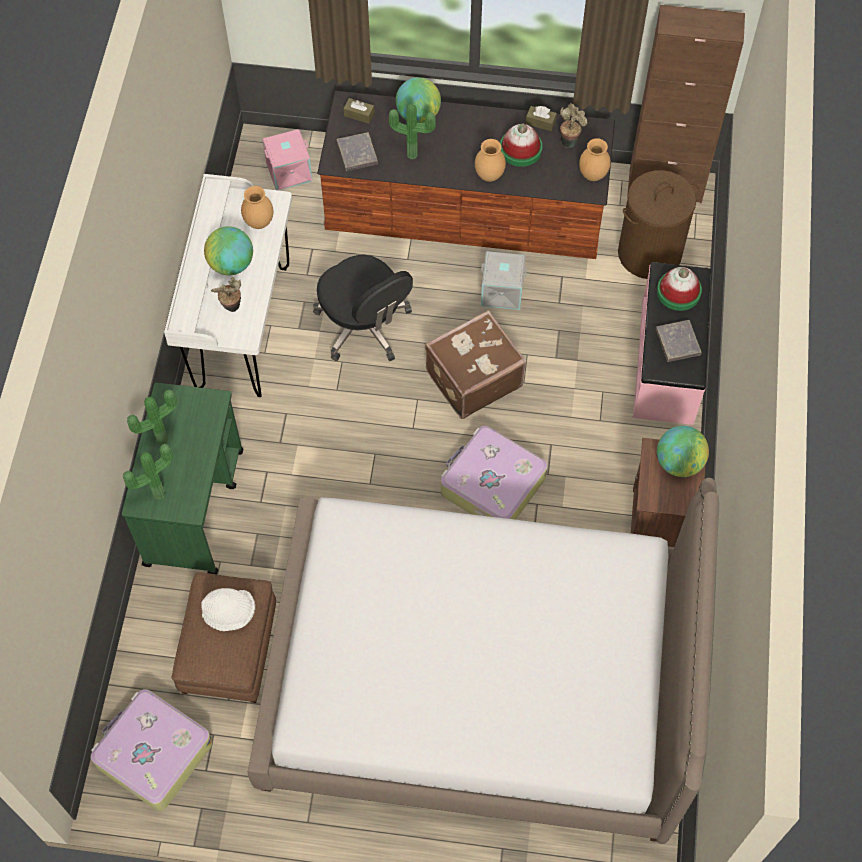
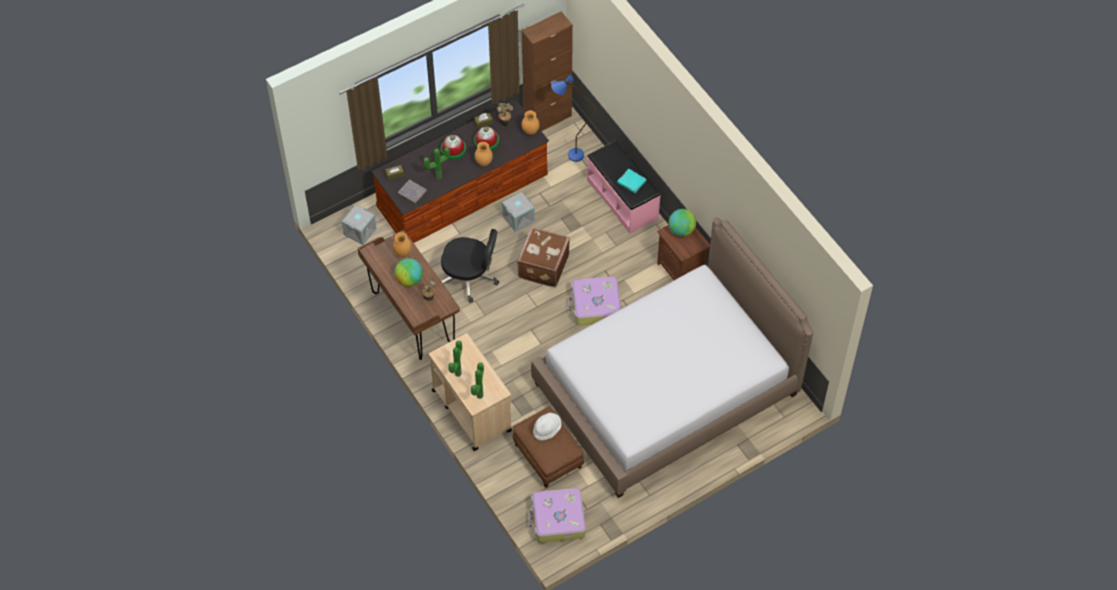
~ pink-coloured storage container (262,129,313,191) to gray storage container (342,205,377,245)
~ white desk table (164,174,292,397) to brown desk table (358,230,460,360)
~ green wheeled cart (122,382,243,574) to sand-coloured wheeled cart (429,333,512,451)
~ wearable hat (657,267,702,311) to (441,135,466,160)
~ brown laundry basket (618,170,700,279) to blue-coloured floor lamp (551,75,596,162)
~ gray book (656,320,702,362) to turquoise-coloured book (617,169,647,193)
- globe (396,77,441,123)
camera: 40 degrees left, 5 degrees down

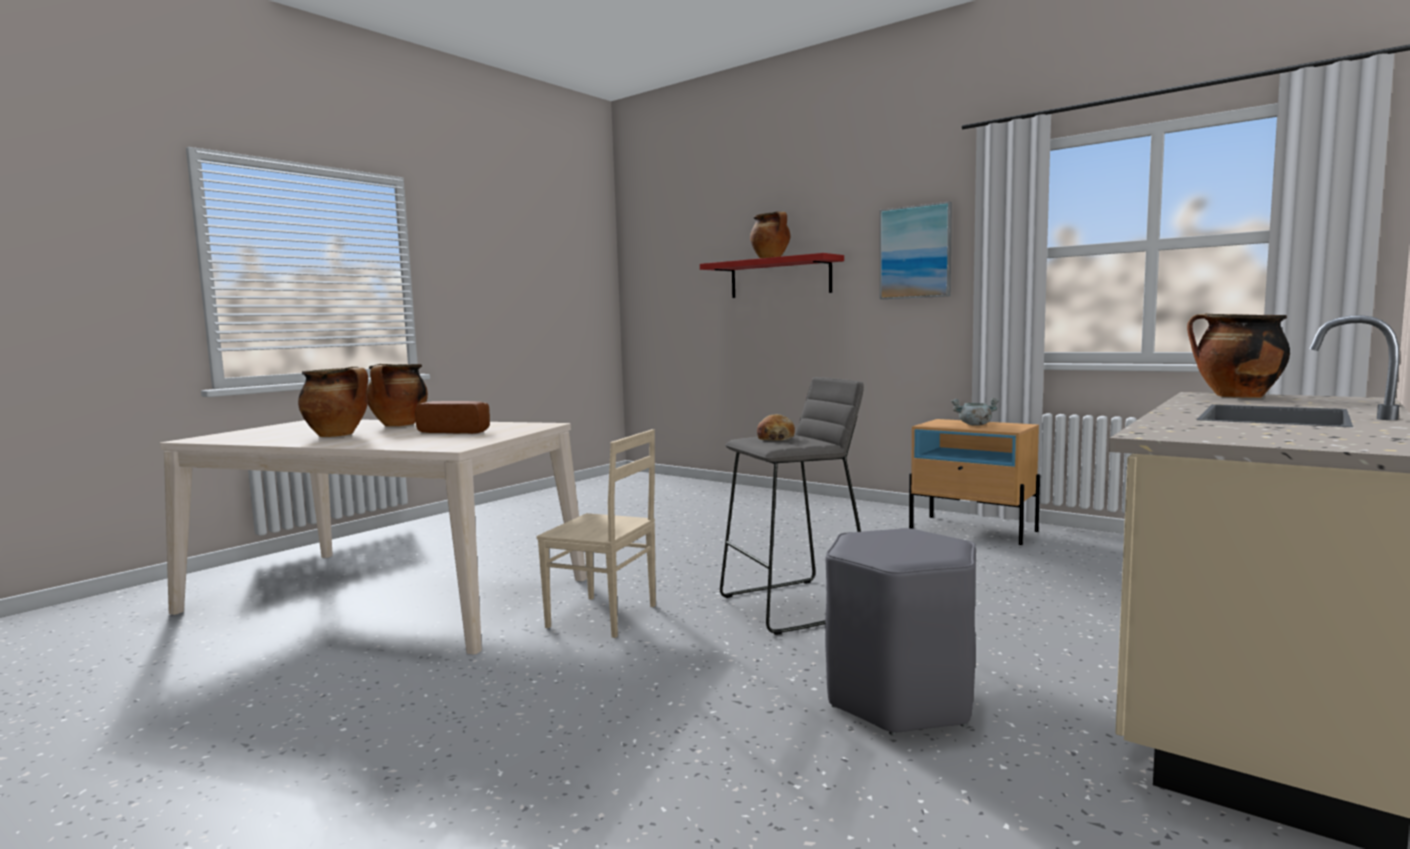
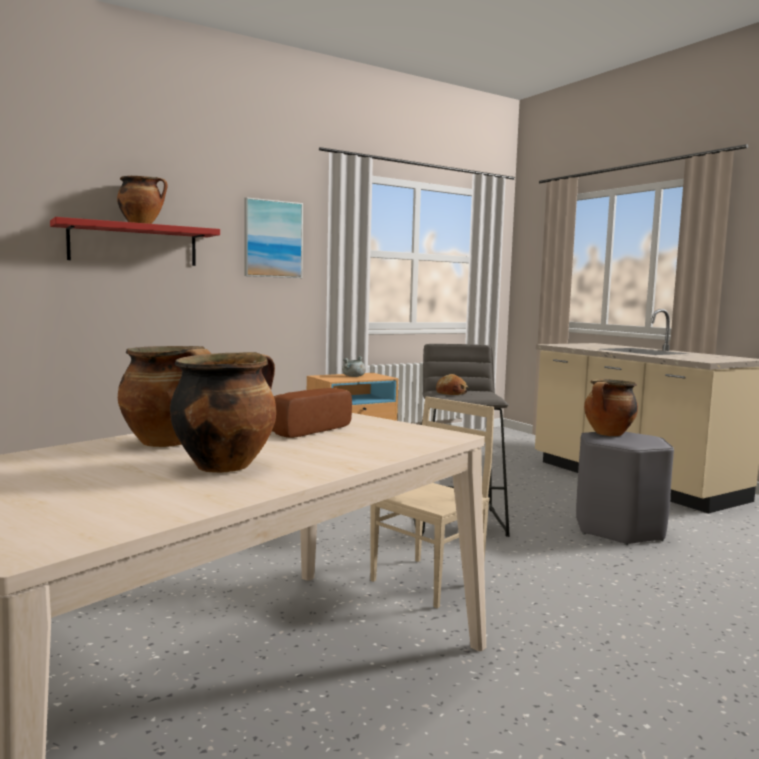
~ stockpot (1187,313,1290,398) to (584,379,638,436)
camera: 70 degrees left, 0 degrees up

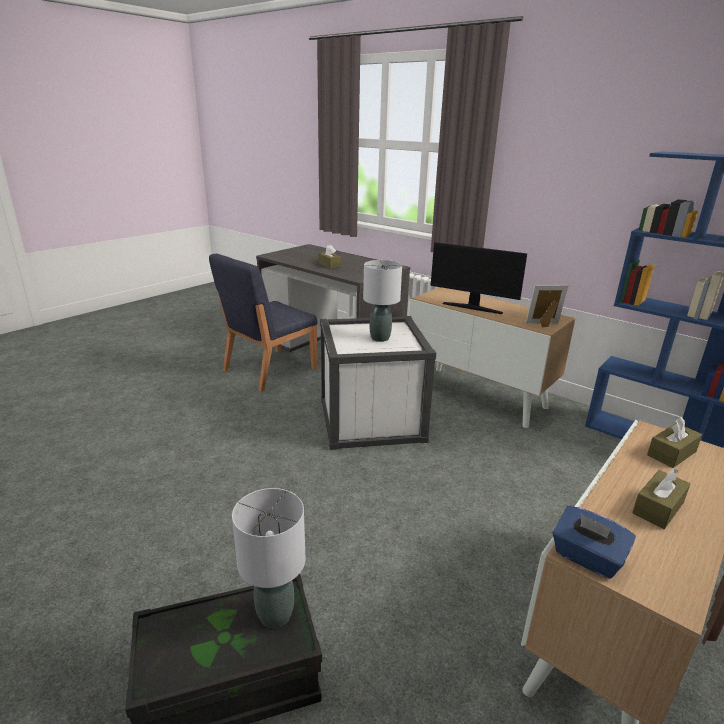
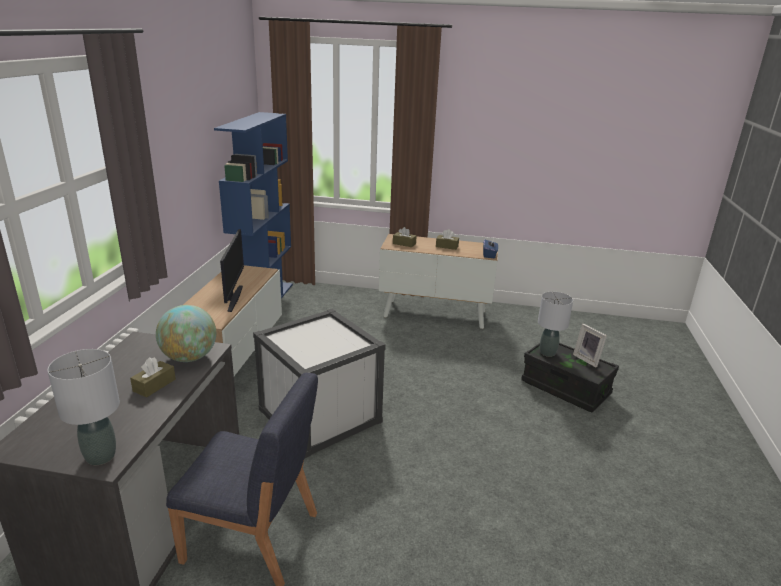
~ gray lamp for a table (363,260,402,342) to (47,349,120,465)
+ globe (156,305,216,362)
~ standing frame (526,285,568,327) to (573,324,607,367)
camera: 120 degrees left, 0 degrees up

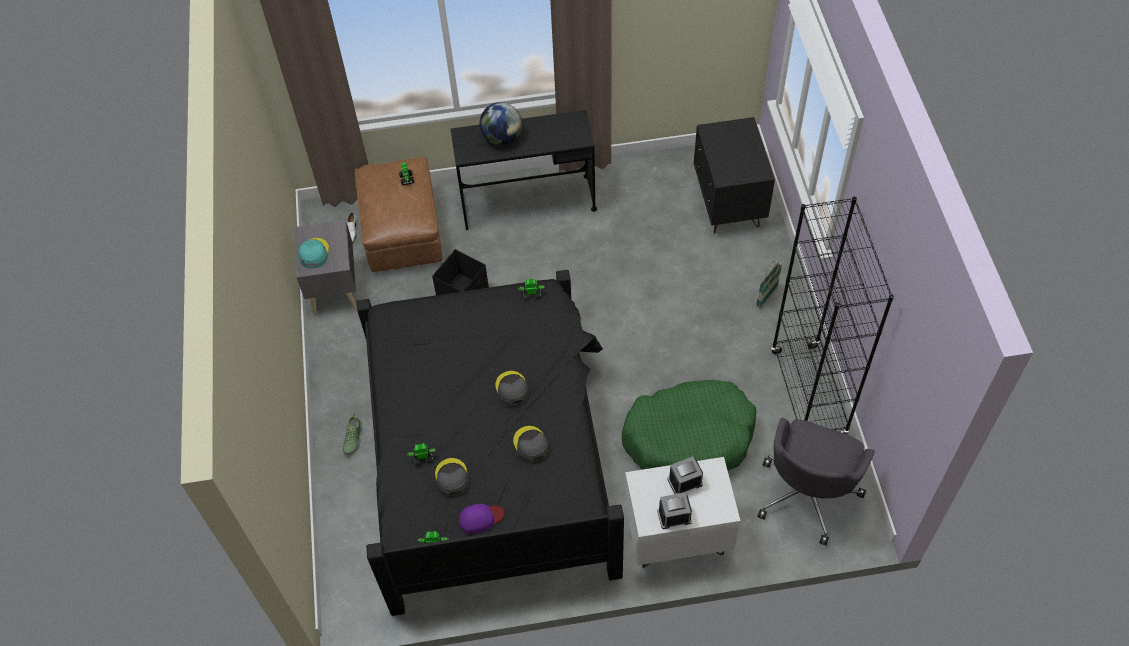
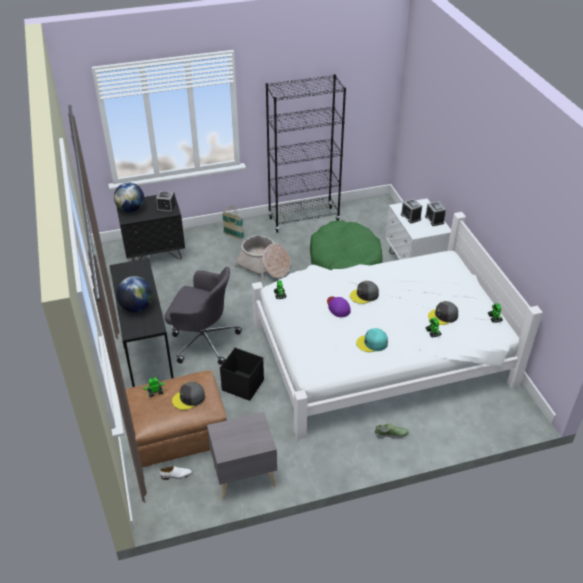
+ globe (114,183,144,212)
+ bedside clock (156,191,177,213)
~ gray computer chair (757,418,875,545) to (165,267,242,365)
~ gray peaked cap (513,426,549,463) to (172,382,205,410)
+ storage basket (234,235,291,279)
~ black-coloured bedroom bed (356,270,624,616) to white bedroom bed (252,212,543,440)
~ purple peaked cap (459,504,504,534) to (327,296,351,317)
~ turquoise-coloured peaked cap (298,238,329,268) to (356,328,388,352)
camera: 100 degrees left, 15 degrees down

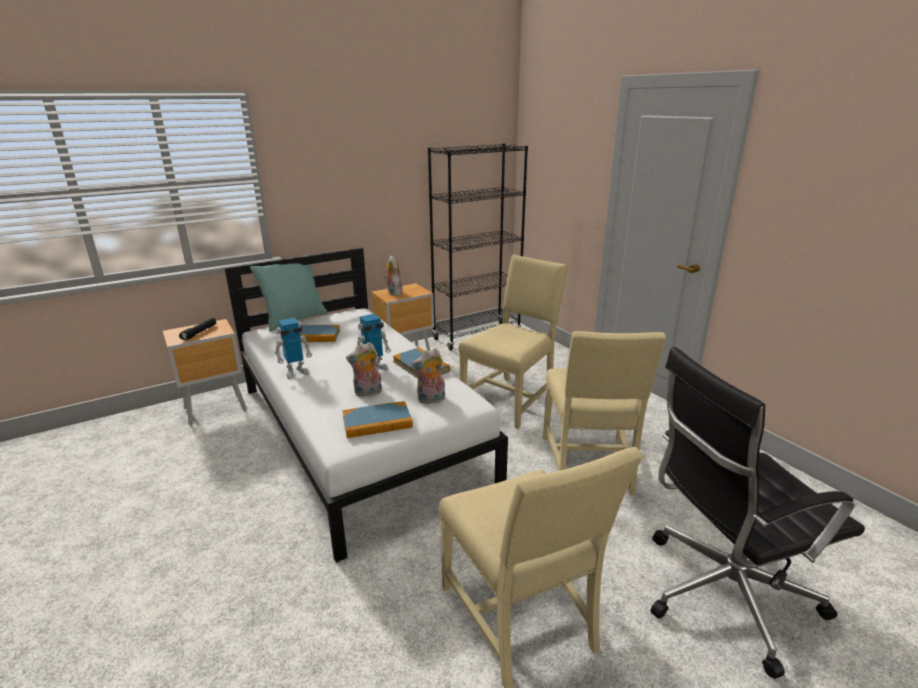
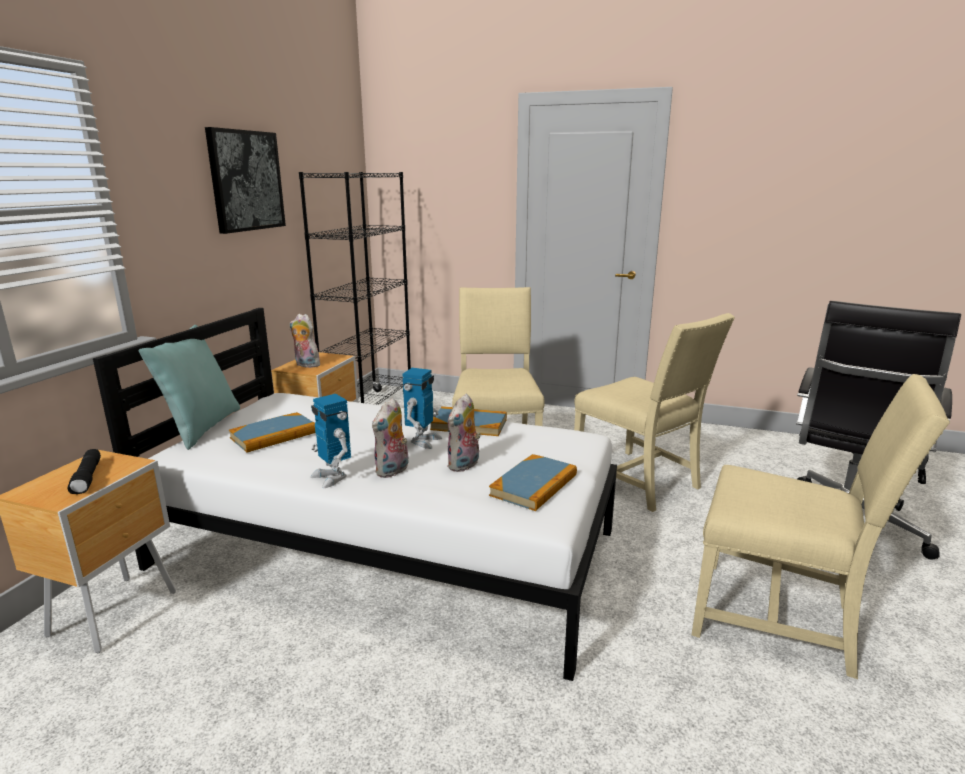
+ wall picture (205,127,286,234)
~ robot figure (275,318,312,379) = (310,394,351,488) 120 degrees clockwise
~ plush toy (411,348,445,404) to (372,398,408,478)
camera: 40 degrees left, 5 degrees down

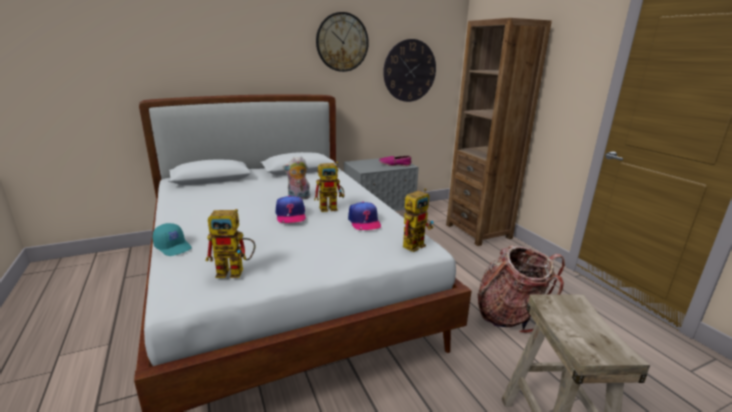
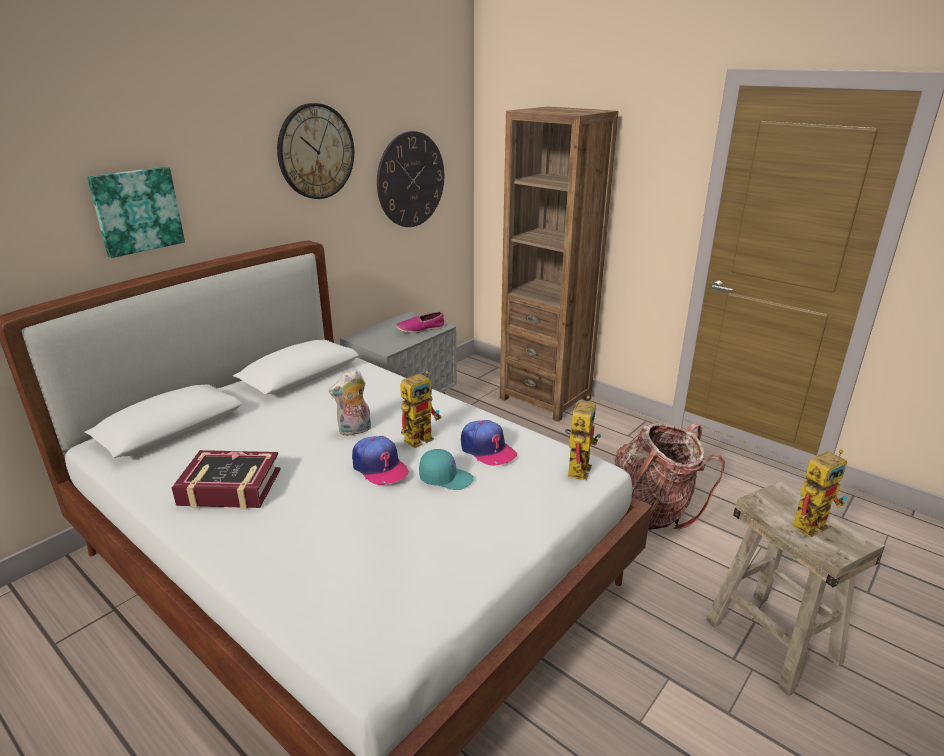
+ wall picture (87,167,185,258)
+ book (172,450,281,510)
~ turquoise-coloured peaked cap (153,223,192,256) to (419,449,474,490)
~ robot figure (206,209,255,278) to (792,450,847,537)
camera: 25 degrees left, 5 degrees up

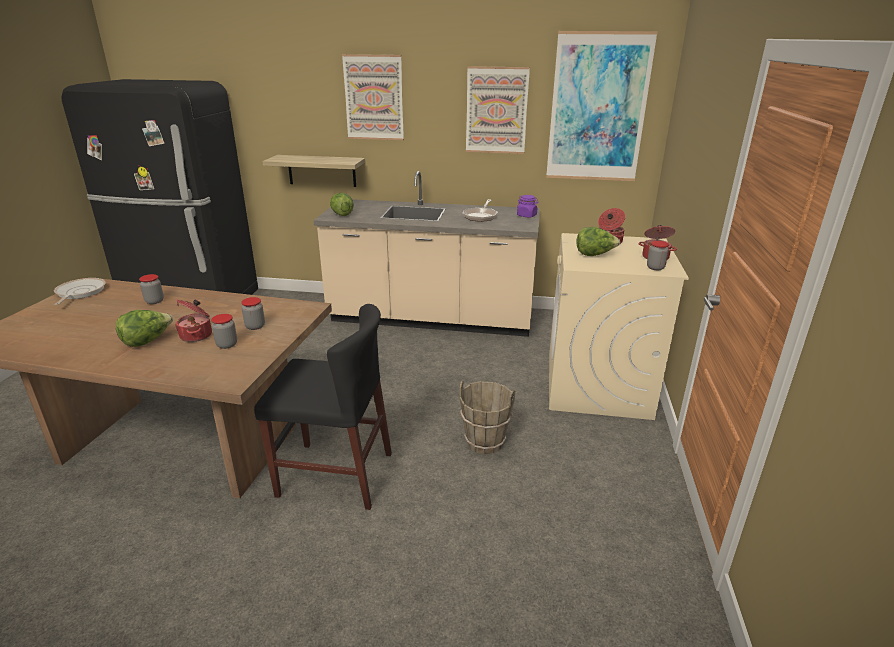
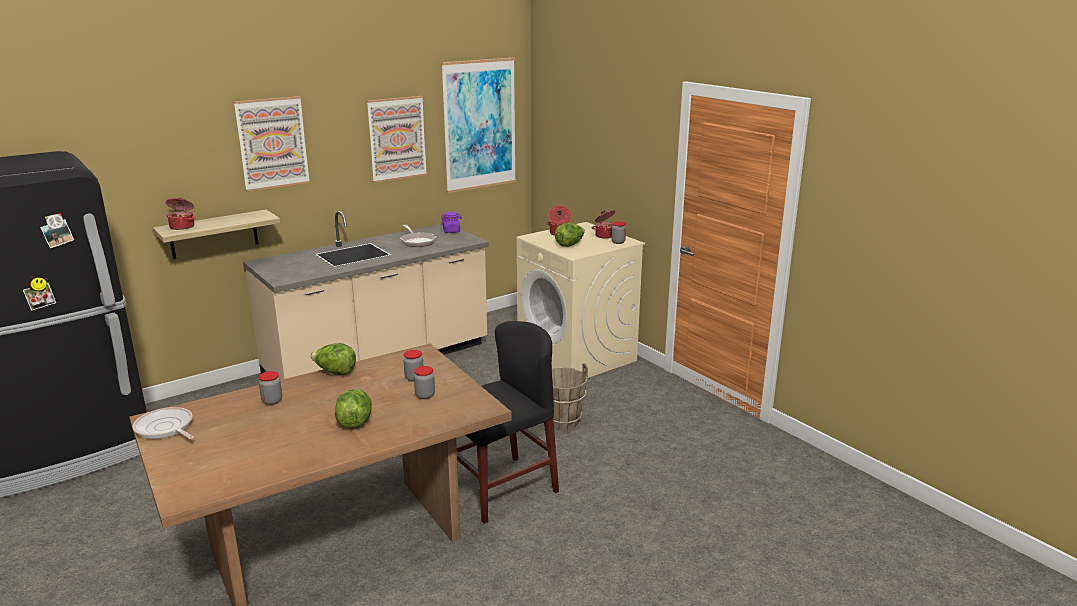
~ stockpot (175,300,212,342) to (166,198,195,230)
~ head of lettuce (330,193,354,216) to (310,343,356,375)
camera: 45 degrees left, 5 degrees down

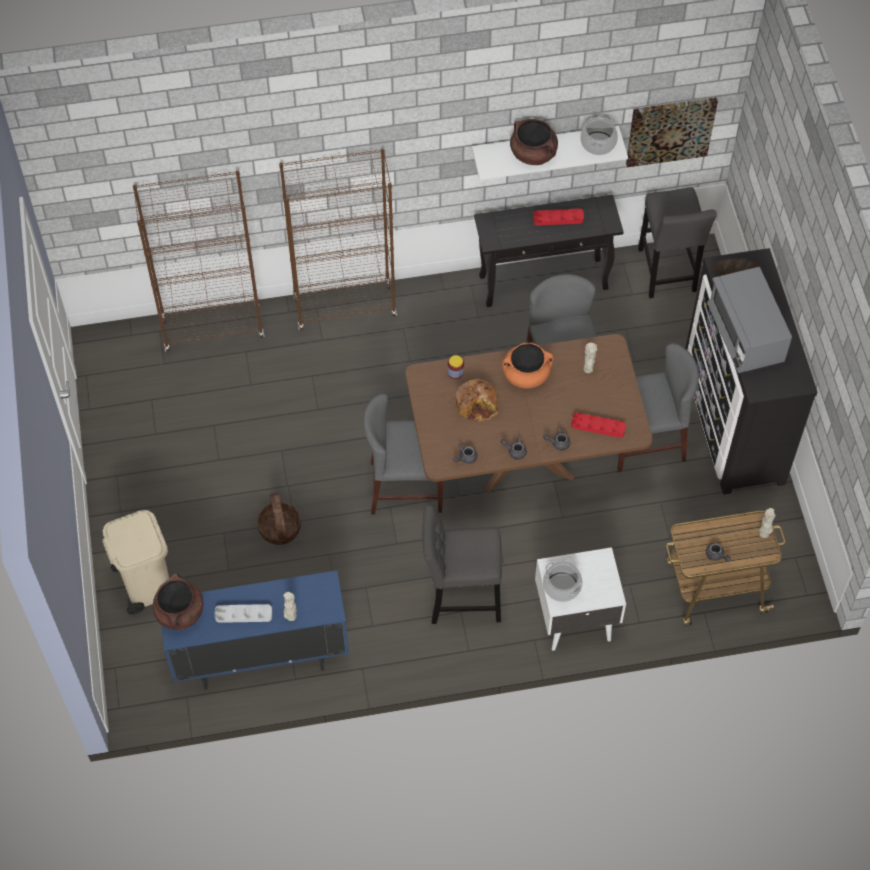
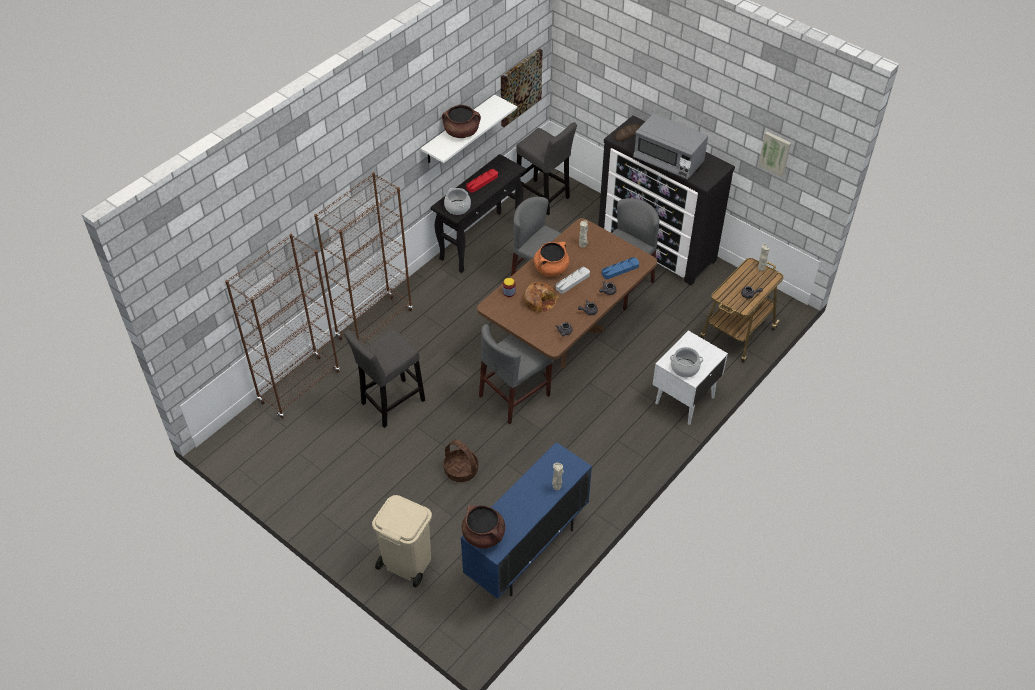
~ gray sitting stool (422,505,502,624) to (344,329,425,428)
~ stockpot (580,115,618,155) to (444,188,471,215)
~ gray carrying tray (215,604,272,623) to (556,267,590,294)
~ red-coloured carrying tray (571,413,626,438) to blue-coloured carrying tray (602,257,639,279)
+ wall picture (758,131,791,177)
camera: 40 degrees left, 10 degrees down

